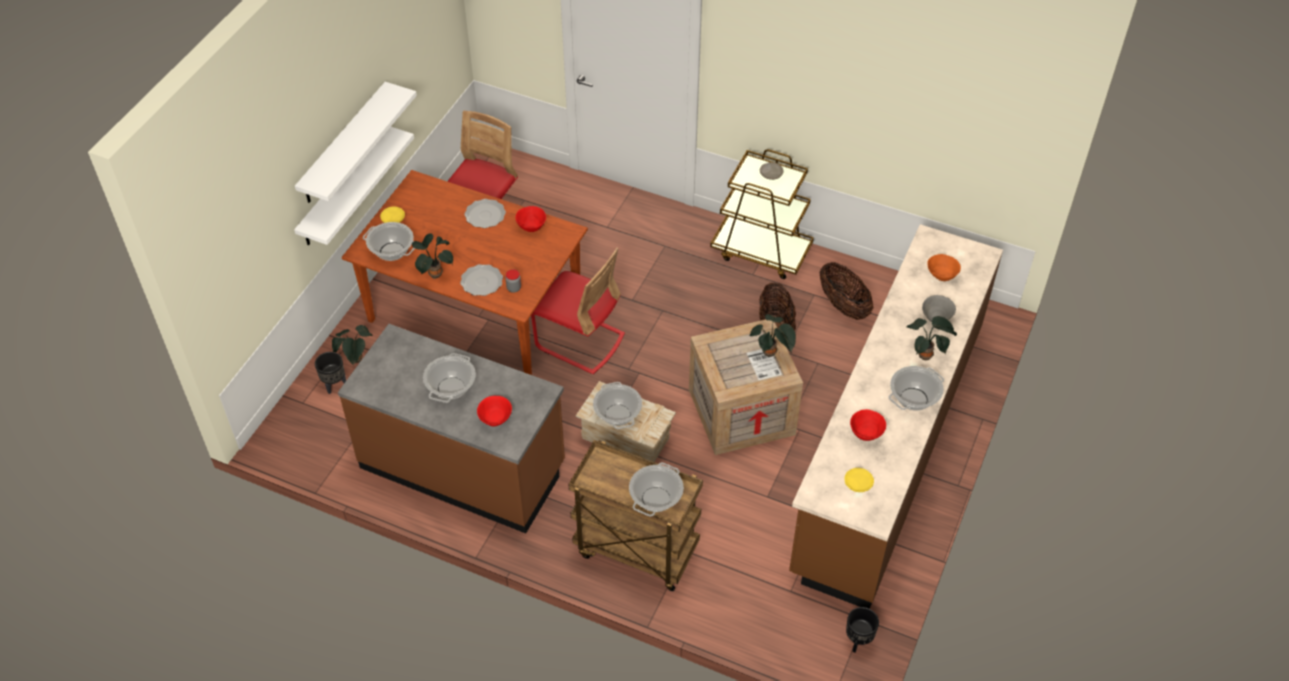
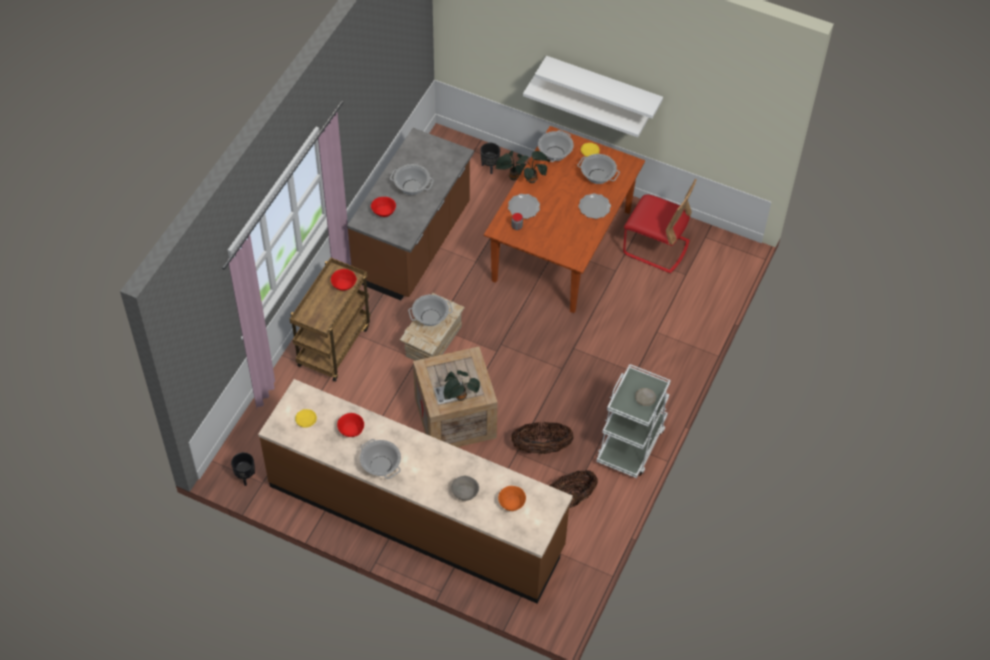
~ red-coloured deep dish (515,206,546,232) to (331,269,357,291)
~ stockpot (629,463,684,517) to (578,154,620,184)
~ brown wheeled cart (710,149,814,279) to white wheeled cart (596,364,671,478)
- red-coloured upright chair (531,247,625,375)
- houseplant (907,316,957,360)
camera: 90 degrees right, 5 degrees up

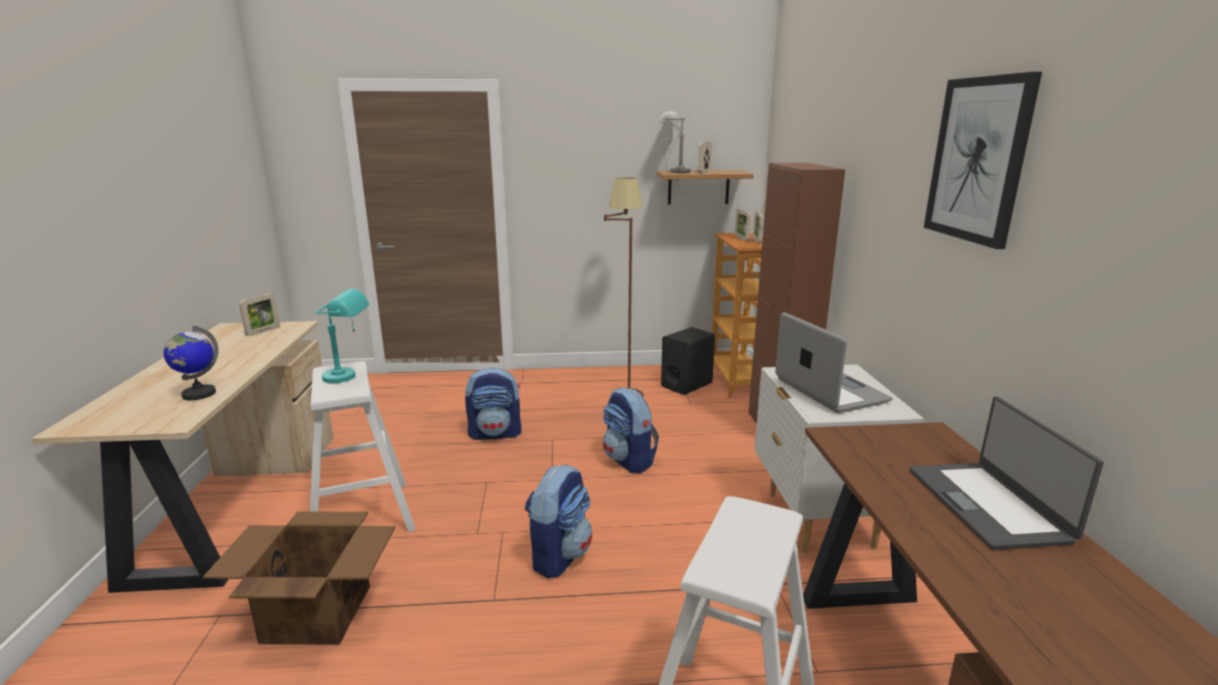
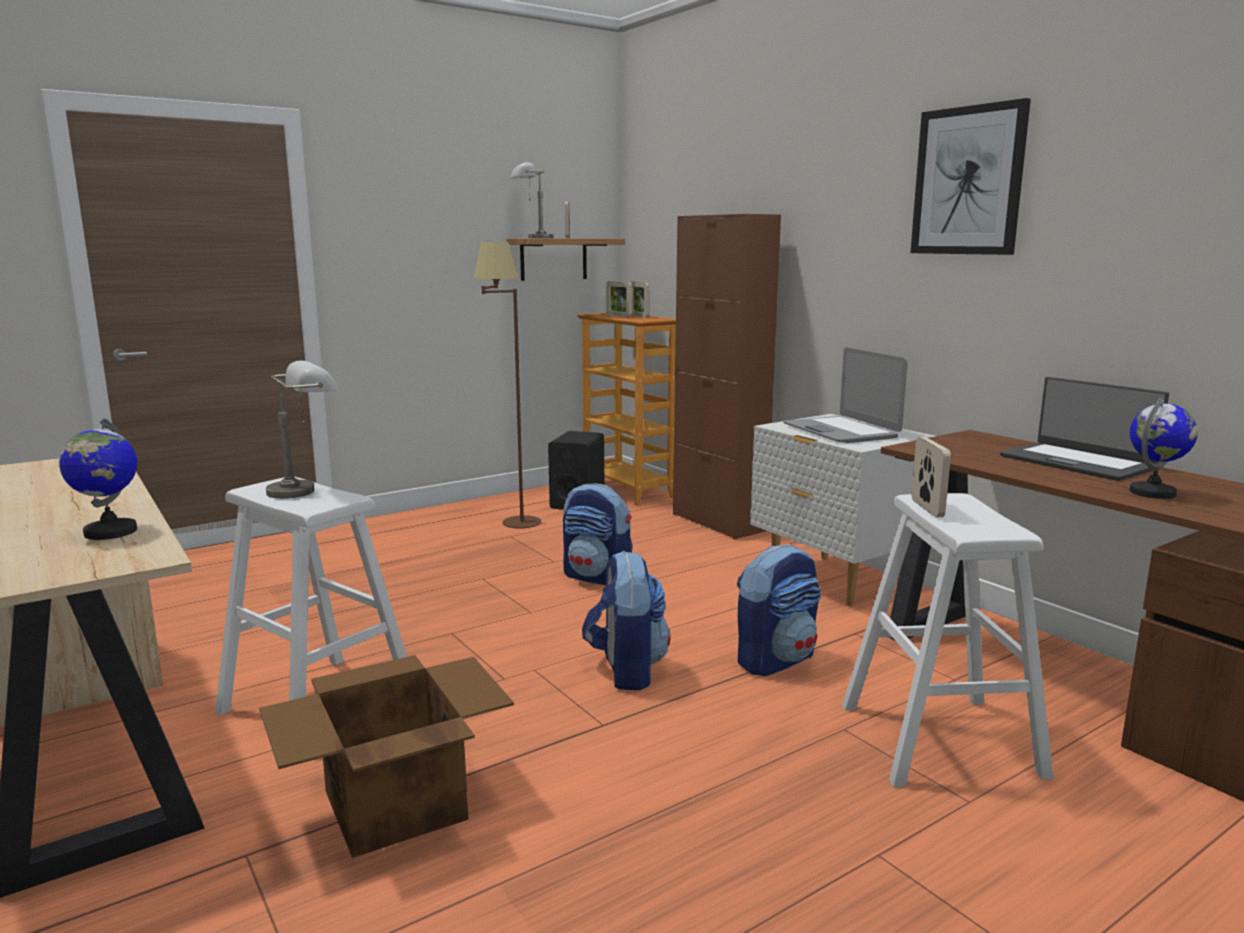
~ turquoise-coloured lamp for a table (316,289,369,383) to gray lamp for a table (266,361,338,499)
~ rucksack (465,367,521,440) to (737,544,821,676)
~ notebook computer (775,312,893,413) = (783,347,908,443) 150 degrees counterclockwise
~ standing frame (239,293,280,336) to (912,437,951,517)
+ globe (1129,398,1198,499)
camera: 30 degrees left, 5 degrees down

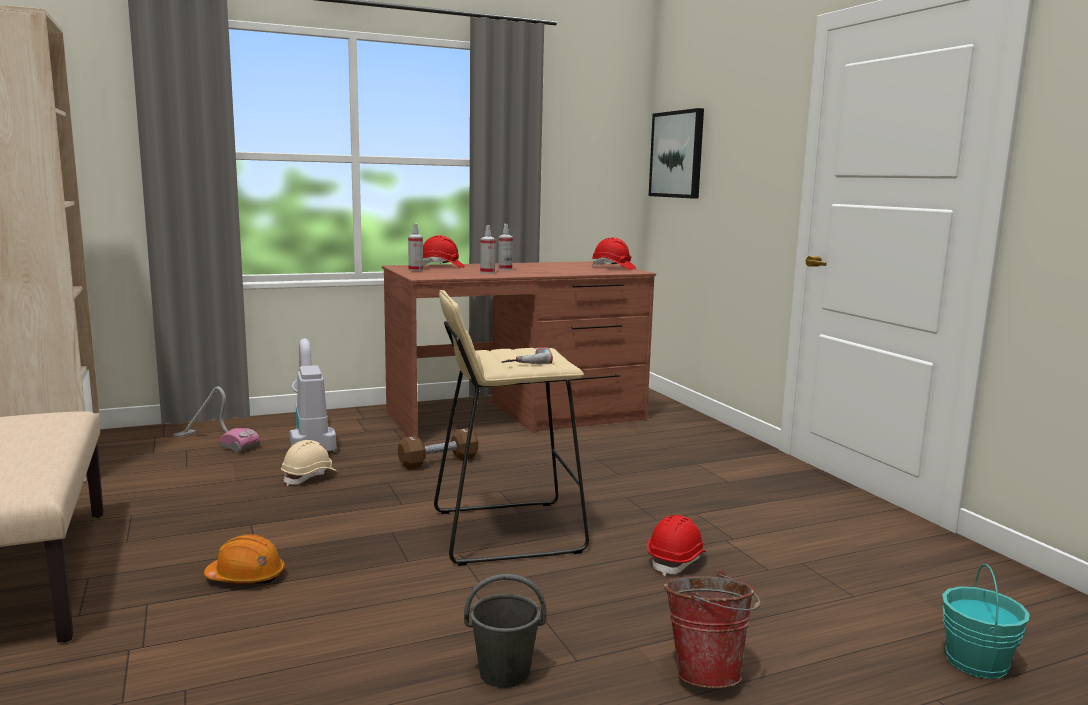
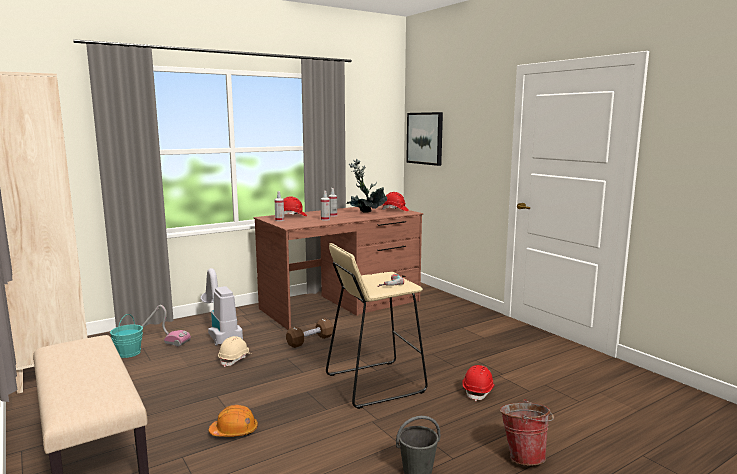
~ turquoise-coloured pail (942,564,1030,679) to (110,314,143,358)
+ houseplant (347,159,387,213)
camera: 10 degrees left, 0 degrees up

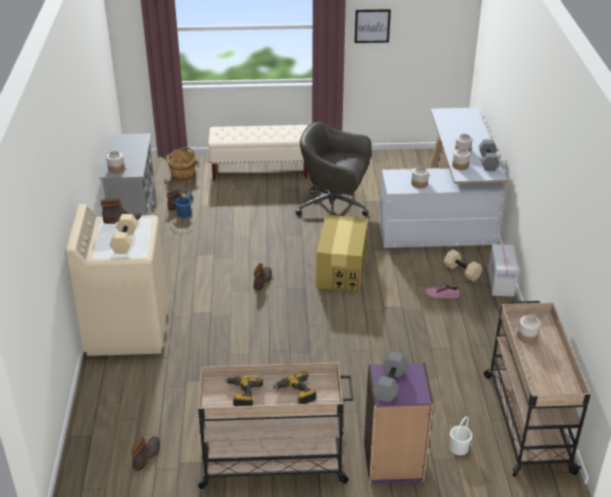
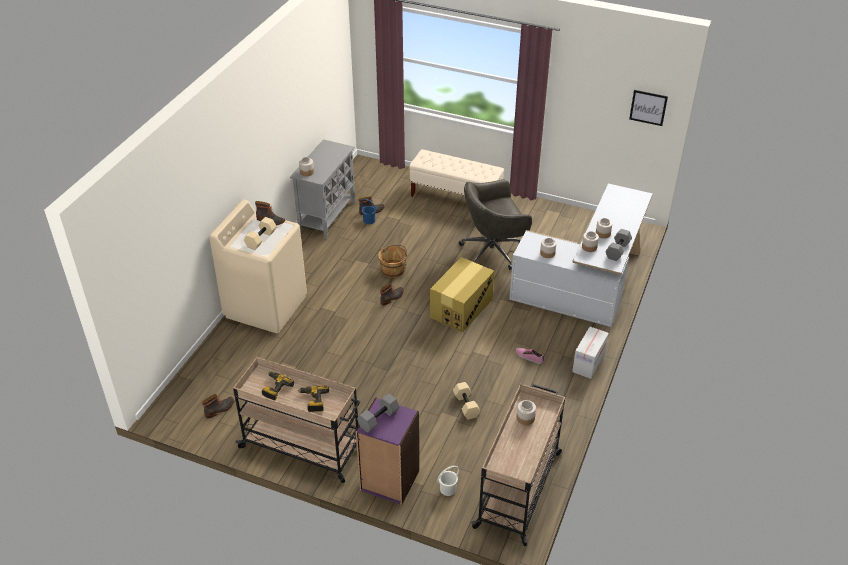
~ brown pail (165,147,199,182) to (378,244,407,278)
~ sand-coloured hand weight (444,249,482,281) to (453,382,480,420)
~ gray computer chair (296,122,372,216) = (459,179,532,270) 60 degrees counterclockwise
~ wall picture (355,9,391,43) to (629,90,668,126)
camera: 25 degrees right, 5 degrees up

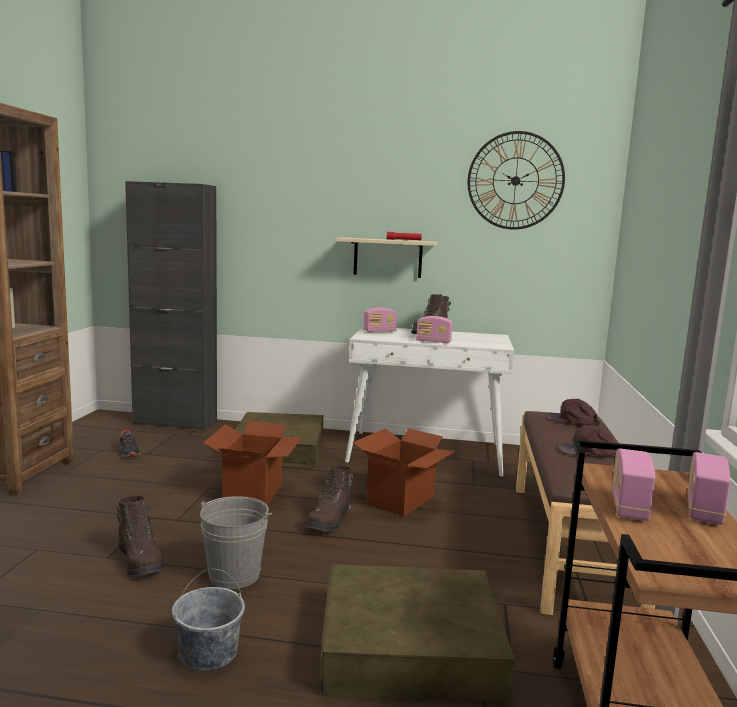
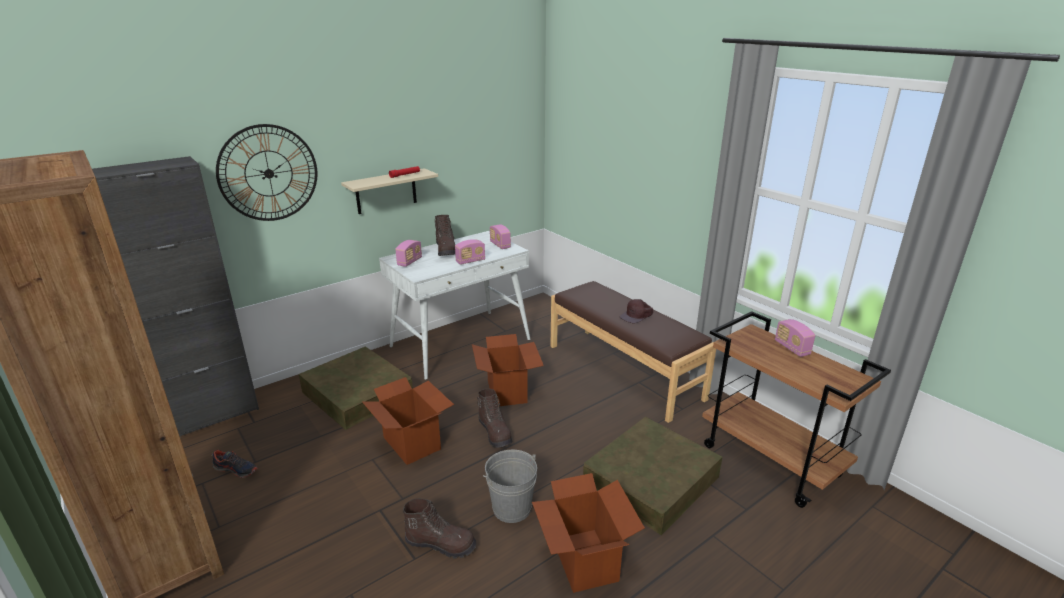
~ hanging clock (468,131,565,230) to (216,124,317,221)
~ radio (612,449,655,521) to (490,224,511,249)
~ gray pail (172,569,245,671) to carton (532,473,645,593)
- brown peaked cap (547,399,600,426)
camera: 45 degrees left, 15 degrees up

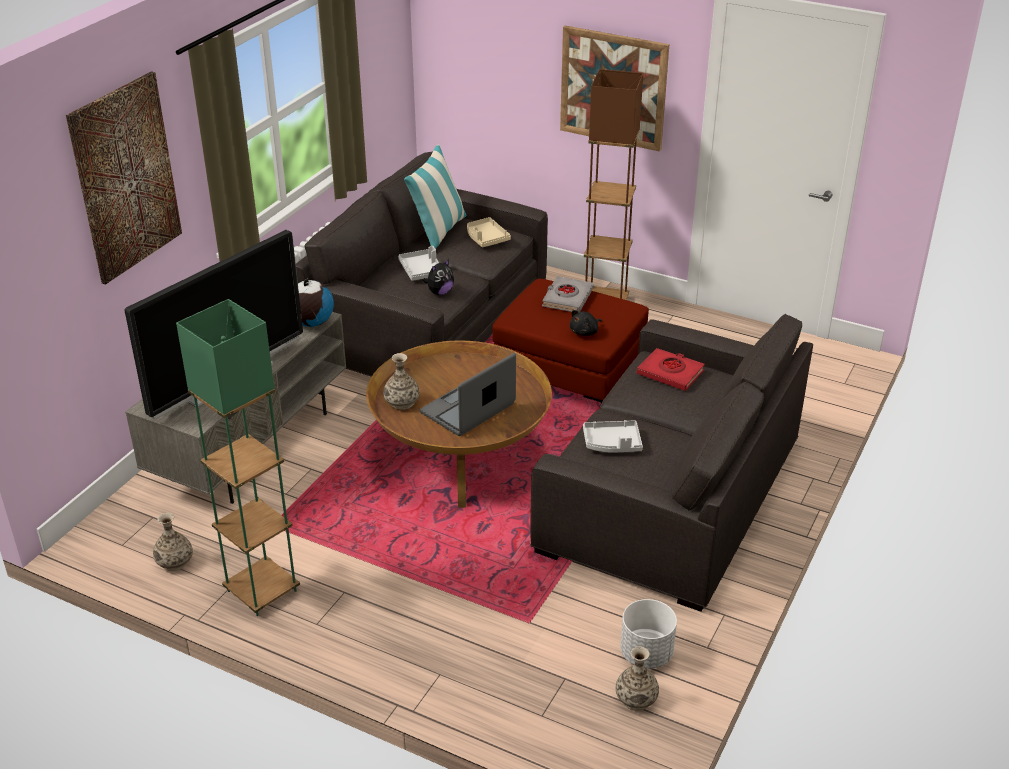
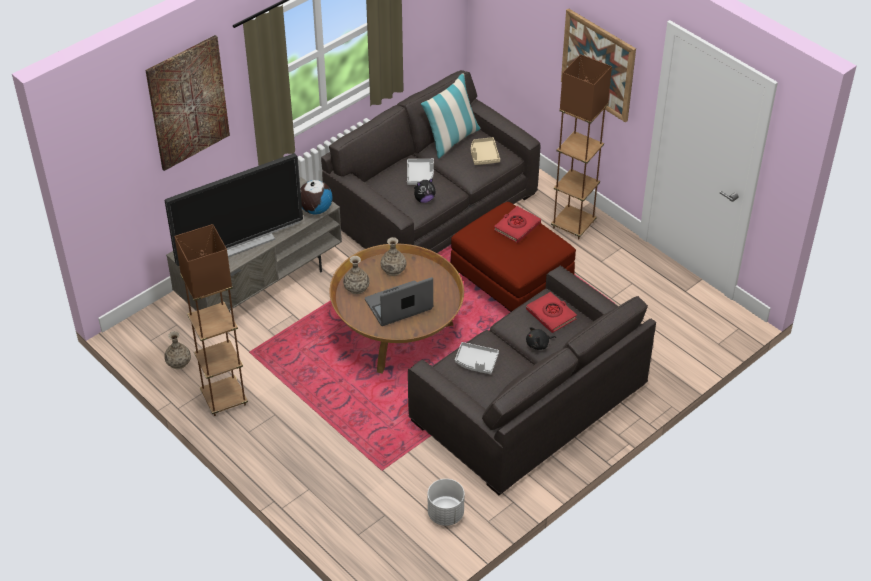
~ green floor lamp (176,299,300,616) to brown floor lamp (174,224,248,416)
~ flower vase (616,646,659,711) to (381,237,406,276)
~ gray book (542,276,594,312) to red-coloured book (494,206,541,243)
~ black-coloured plush toy (570,310,602,336) to (526,327,556,350)
camera: 20 degrees right, 10 degrees up

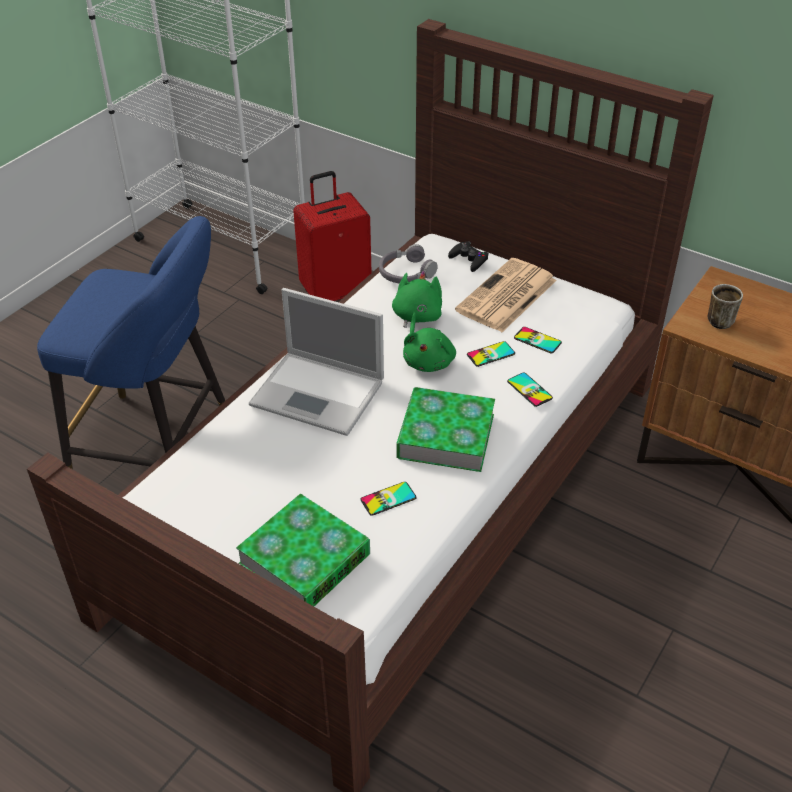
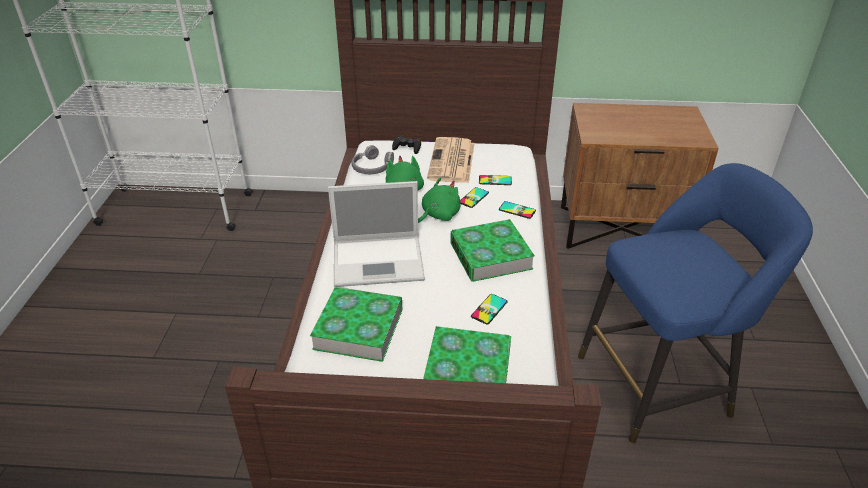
+ book (310,287,402,362)
~ green plush toy (403,328,456,372) = (418,177,460,223) 120 degrees counterclockwise
~ blue-coloured sitting stool (37,216,226,469) to (578,163,813,443)
- red-coloured piece of luggage (293,171,372,301)
- coffee mug (707,284,743,329)
camera: 30 degrees left, 5 degrees down

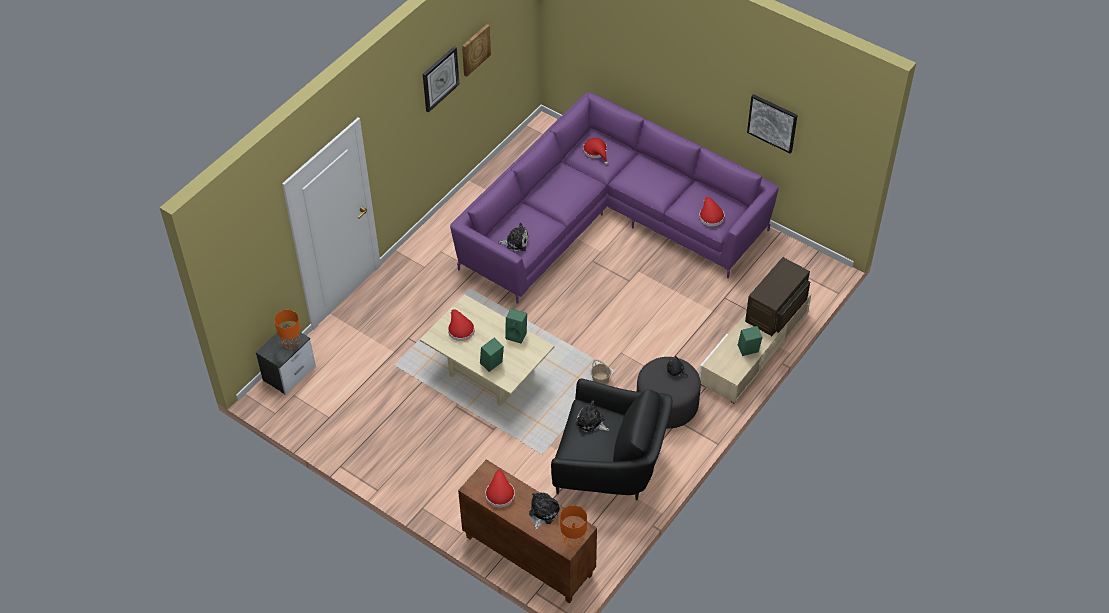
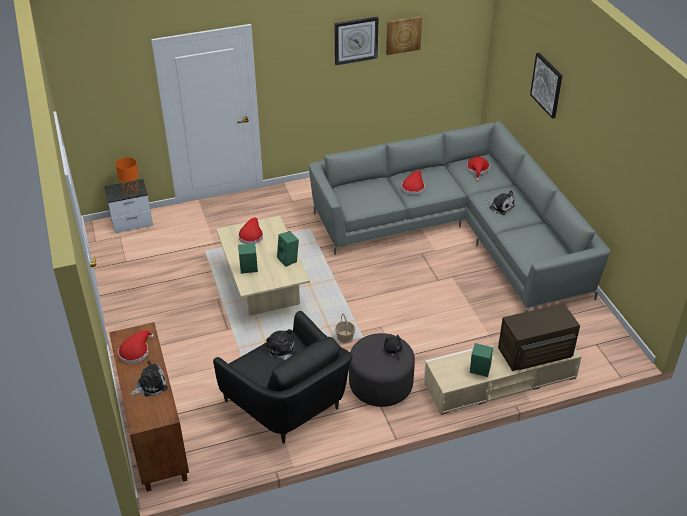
~ purple couch (450,92,779,304) to gray couch (309,121,610,312)
~ red-coloured wearable hat (699,197,724,226) to (402,171,425,195)
~ plush toy (498,223,529,252) to (486,191,515,215)
~ wall picture (747,94,798,153) to (530,53,562,119)
- orange-coloured lamp for a table (560,505,587,547)
camera: 35 degrees right, 10 degrees down

